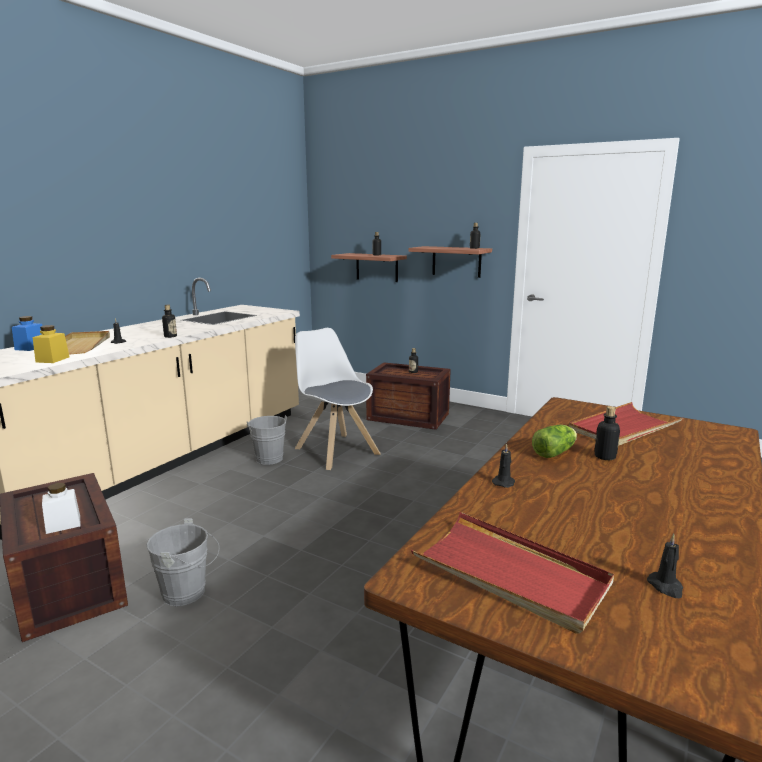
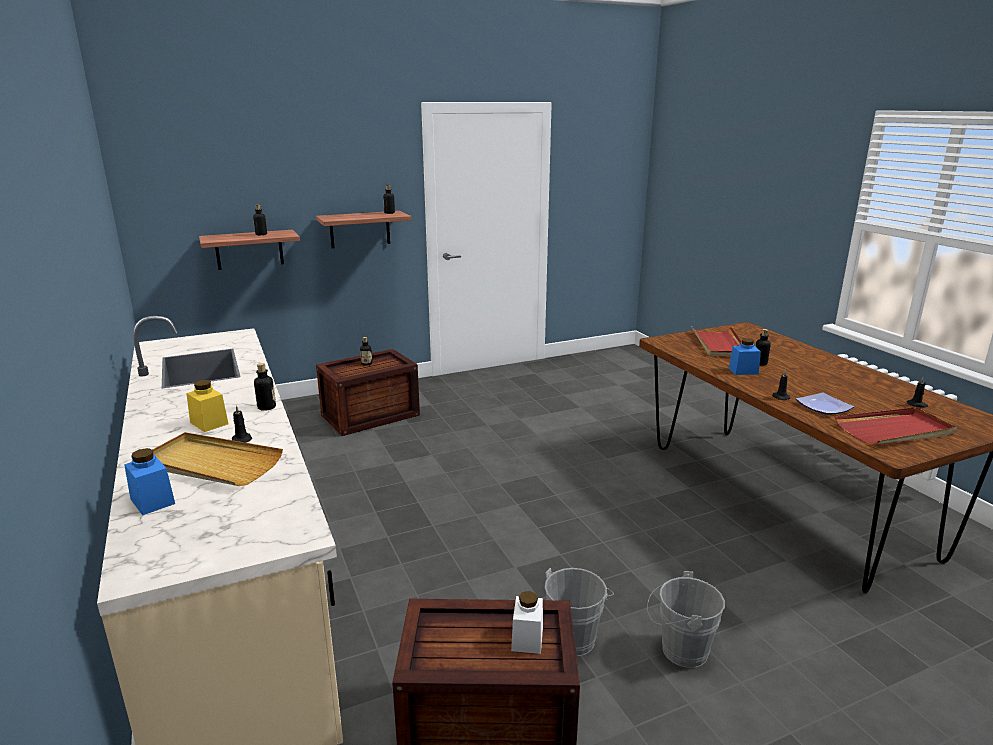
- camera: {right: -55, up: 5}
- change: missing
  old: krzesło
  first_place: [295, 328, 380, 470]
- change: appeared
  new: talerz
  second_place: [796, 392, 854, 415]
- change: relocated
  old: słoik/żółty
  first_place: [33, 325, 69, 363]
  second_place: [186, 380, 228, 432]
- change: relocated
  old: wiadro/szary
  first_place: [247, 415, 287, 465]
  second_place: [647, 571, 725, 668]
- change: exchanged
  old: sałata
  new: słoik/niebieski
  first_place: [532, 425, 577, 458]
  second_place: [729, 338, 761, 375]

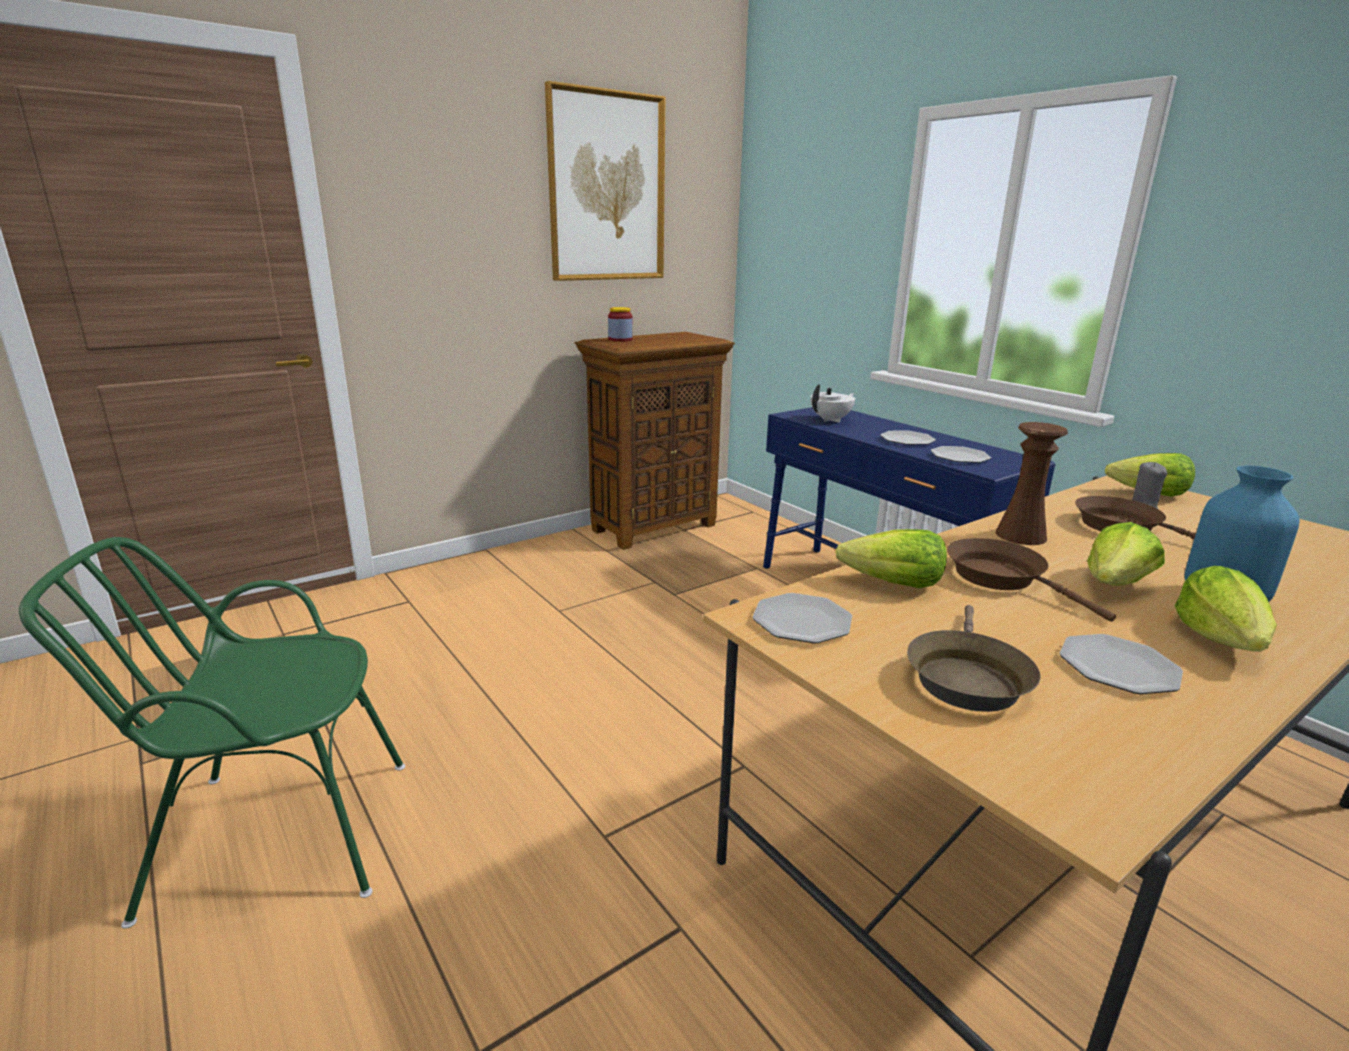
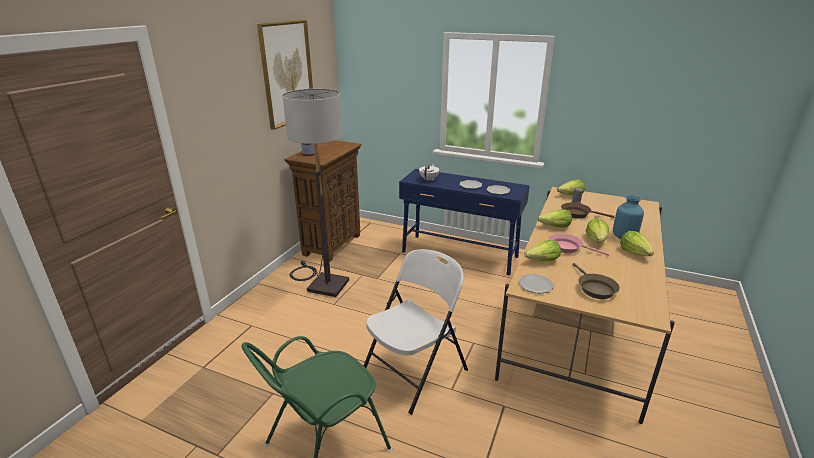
- camera: {right: -30, up: 5}
- change: missing
  old: talerz
  first_place: [1059, 634, 1183, 694]
- change: appeared
  new: lampa stojąca
  second_place: [282, 89, 349, 297]
- change: appeared
  new: krzesło/biały
  second_place: [364, 249, 468, 415]
- change: exchanged
  old: wazon/brązowy
  new: sałata
  first_place: [996, 422, 1068, 545]
  second_place: [537, 209, 572, 228]
- change: colour
  old: patelnia/brązowy
  new: patelnia/różowy
  first_place: [947, 538, 1116, 622]
  second_place: [548, 233, 610, 256]

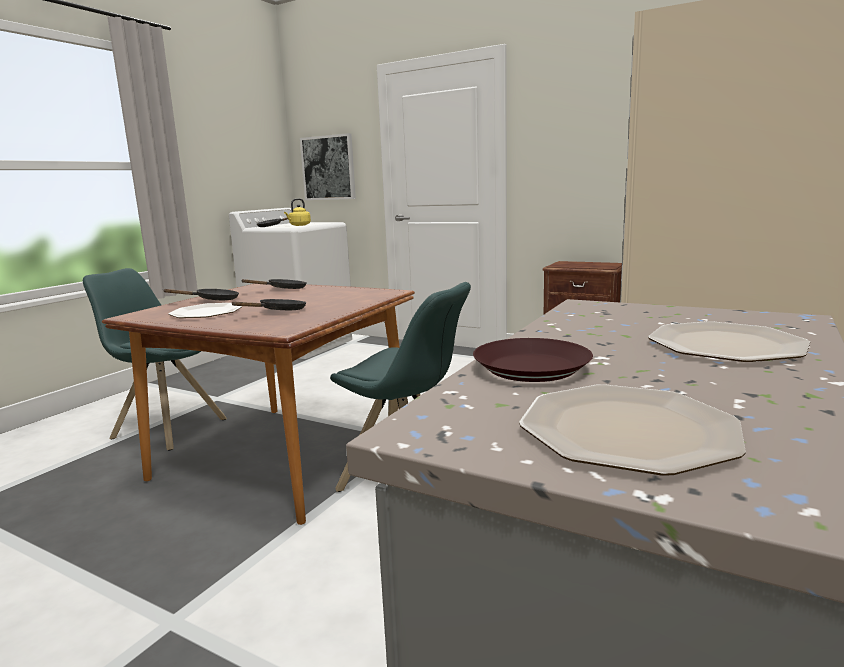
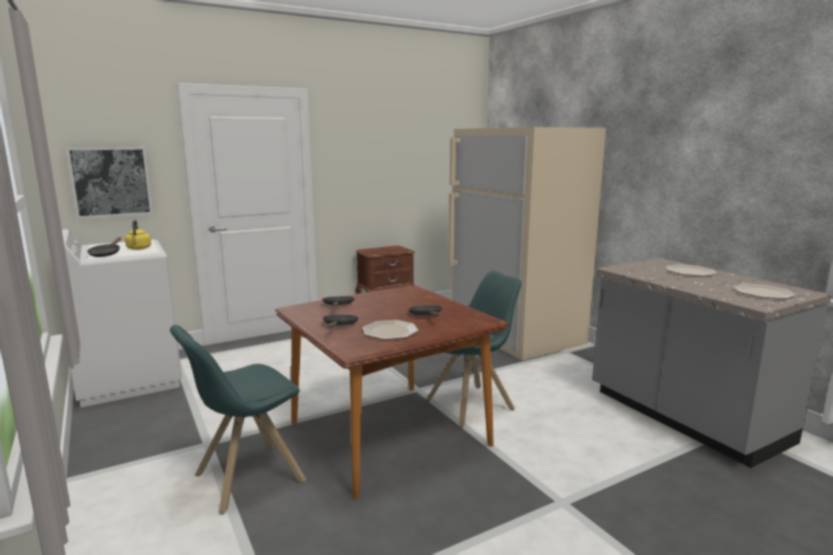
- camera: {right: -60, up: 0}
- change: missing
  old: talerz/brązowy
  first_place: [473, 338, 593, 382]

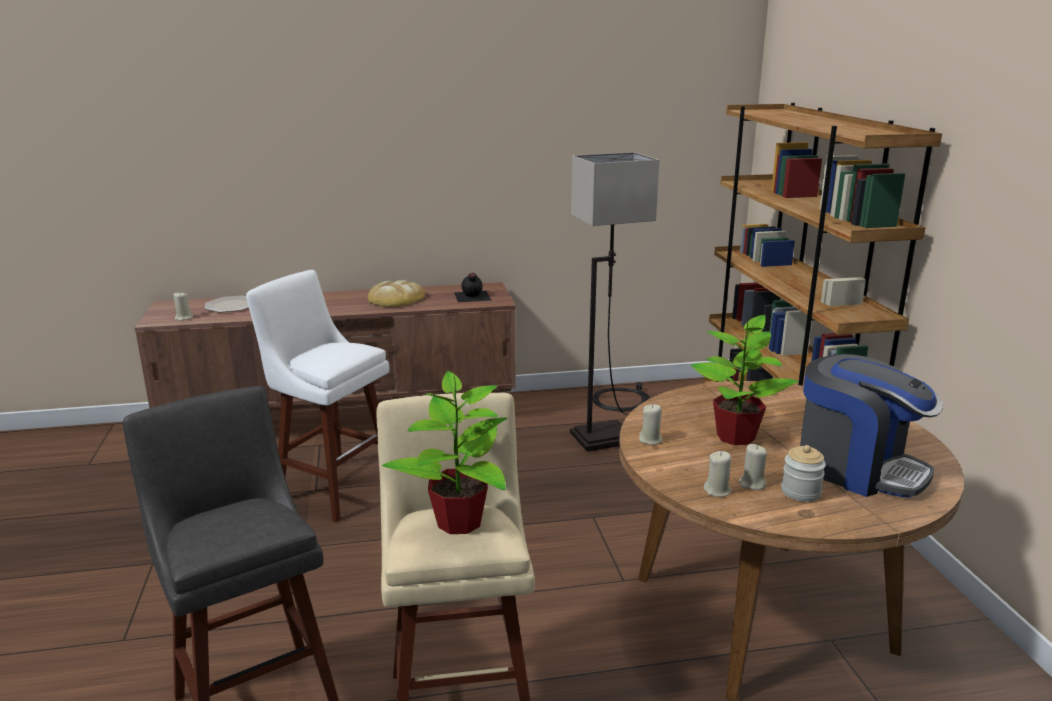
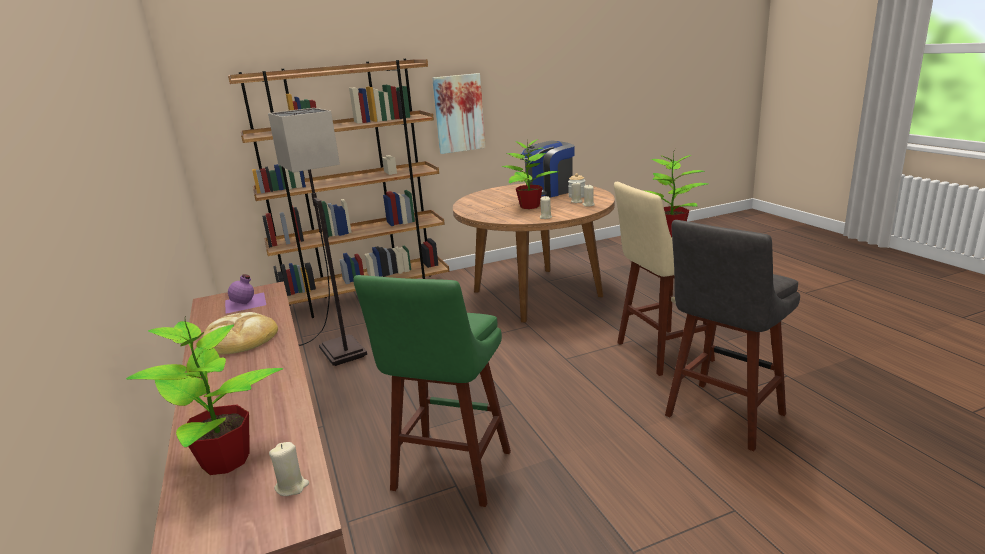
- camera: {right: -100, up: 0}
- change: appeared
  new: obraz
  second_place: [432, 73, 486, 154]
- change: exchanged
  old: talerz
  new: roślina doniczkowa
  first_place: [204, 296, 249, 312]
  second_place: [126, 315, 283, 475]
- change: colour
  old: stołek/biały
  new: stołek/zielony
  first_place: [246, 270, 390, 523]
  second_place: [353, 275, 511, 507]
- change: colour
  old: butelka/czarny
  new: butelka/fioletowy
  first_place: [454, 272, 491, 302]
  second_place: [225, 274, 266, 314]
- change: spun
  old: ekspres do kawy
  first_place: [800, 354, 943, 497]
  second_place: [520, 140, 575, 197]
  degrees: -150

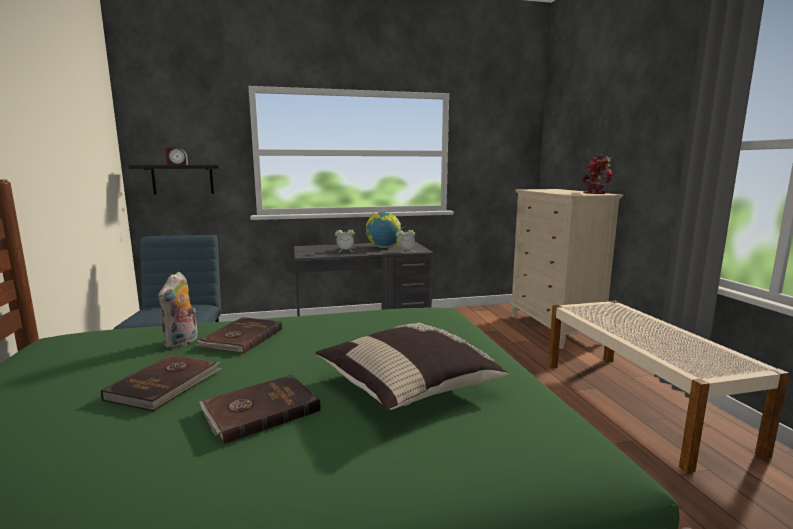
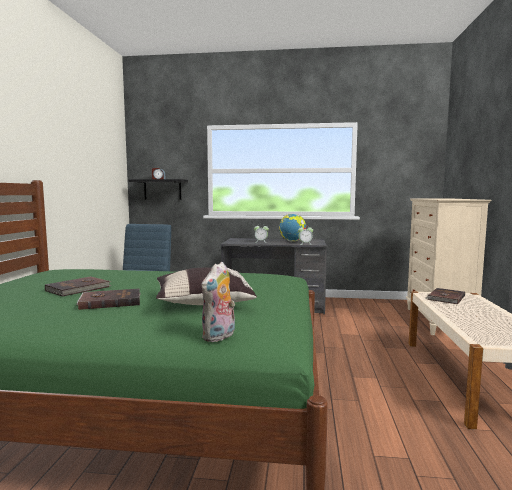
- camera: {right: 20, up: -5}
- change: missing
  old: robot zabawkowy
  first_place: [583, 153, 614, 194]
- change: relocated
  old: pluszak
  first_place: [158, 272, 198, 349]
  second_place: [201, 262, 235, 342]
- change: relocated
  old: książka/brązowy
  first_place: [196, 317, 282, 354]
  second_place: [426, 288, 465, 304]

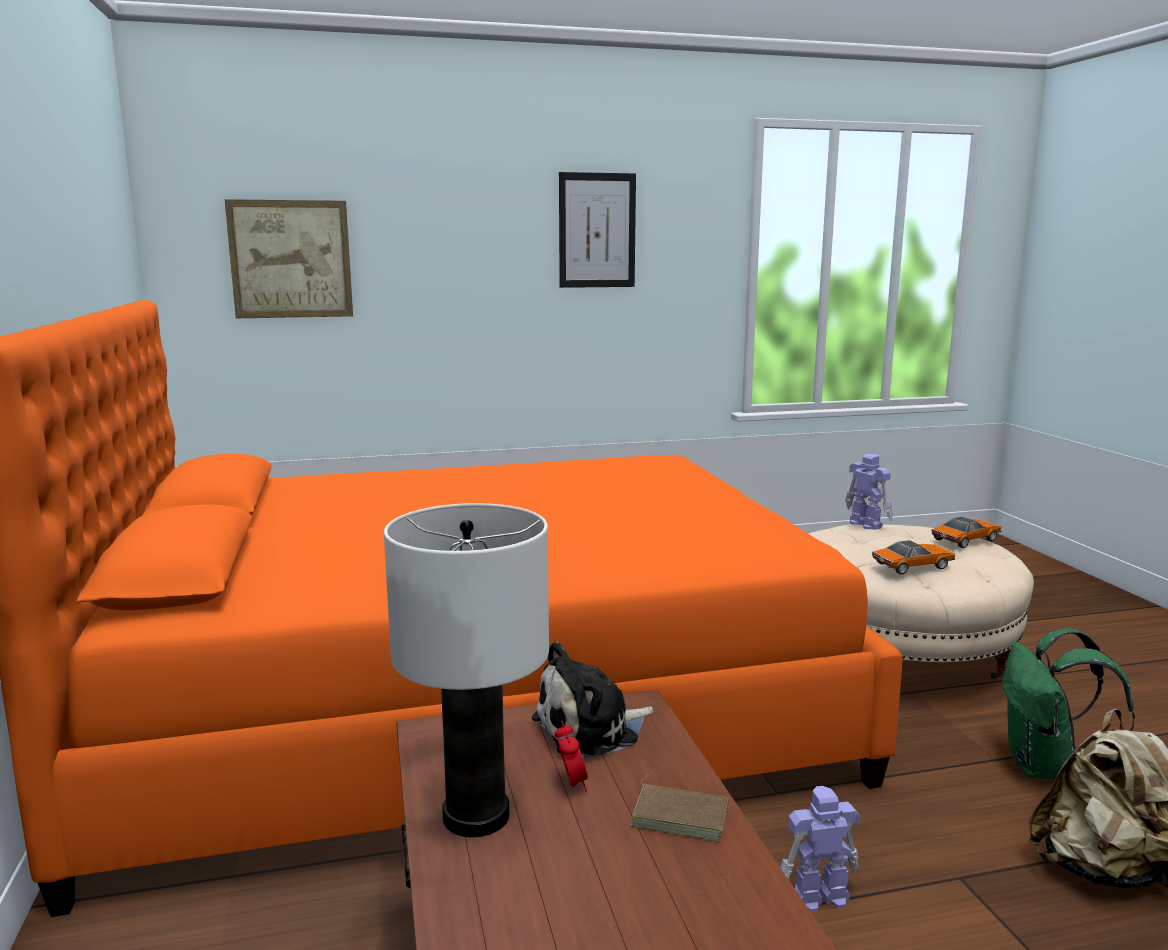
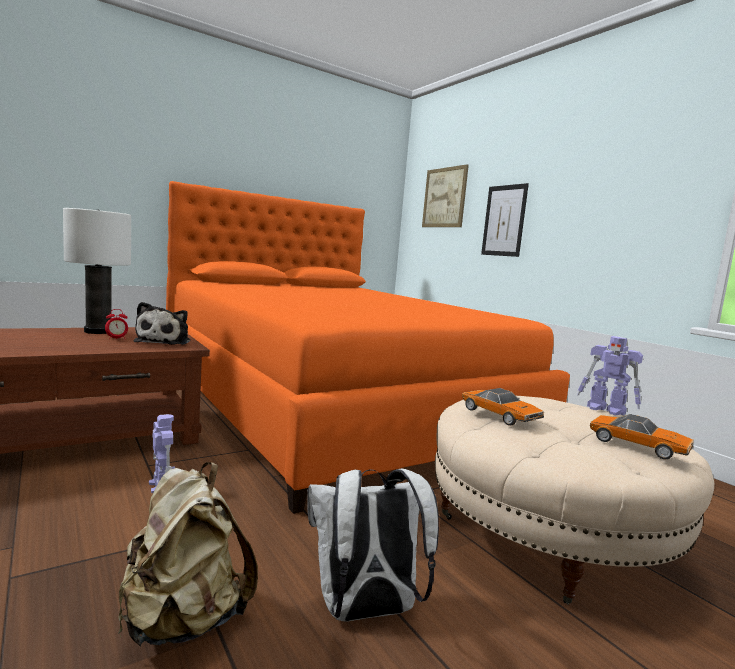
- camera: {right: 70, up: -5}
- change: missing
  old: książka/brązowy
  first_place: [630, 774, 729, 842]
- change: relocated
  old: obraz
  first_place: [559, 172, 636, 288]
  second_place: [481, 183, 529, 257]
- change: colour
  old: plecak/zielony
  new: plecak/biały
  first_place: [1002, 628, 1135, 779]
  second_place: [308, 468, 439, 622]
- change: spun
  old: pluszak
  first_place: [532, 641, 653, 759]
  second_place: [134, 302, 191, 345]
  degrees: -135
- change: spun
  old: robot zabawkowy
  first_place: [845, 454, 893, 530]
  second_place: [577, 336, 643, 415]
  degrees: 90

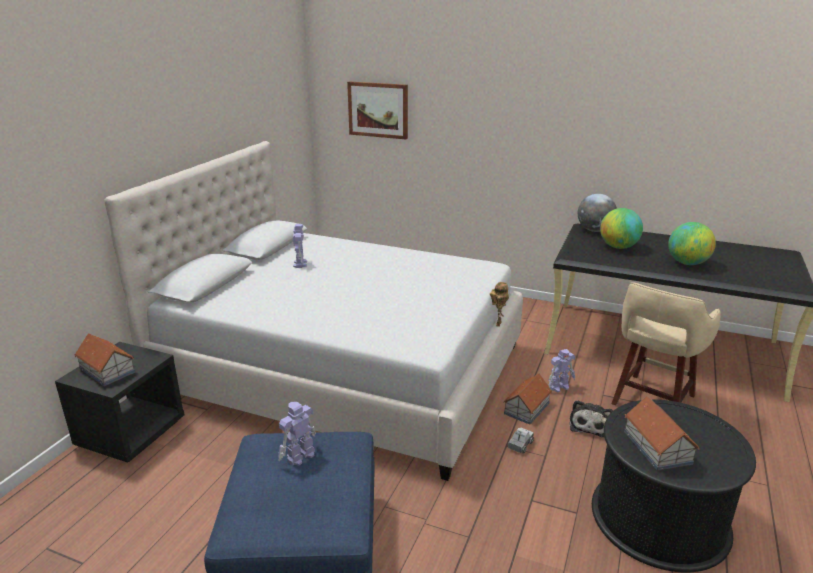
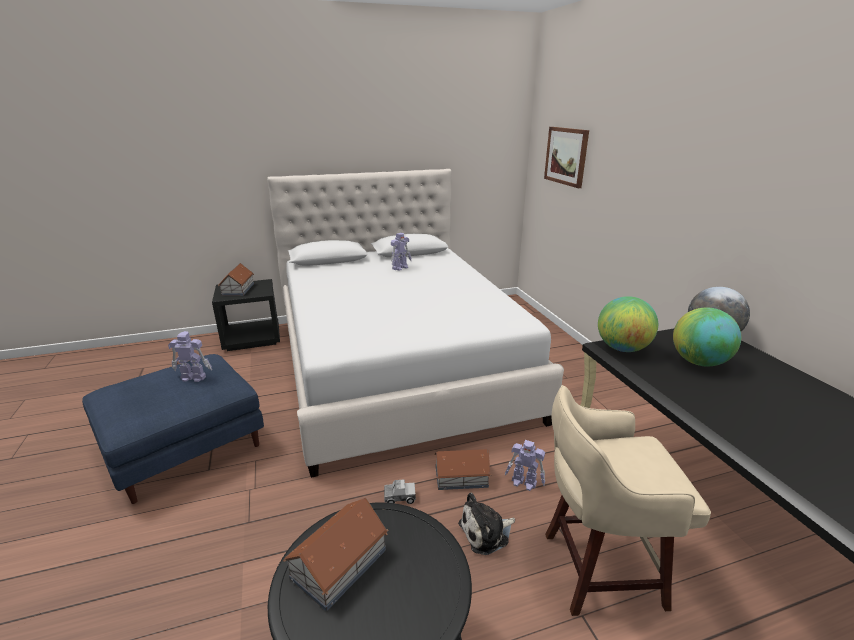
- camera: {right: 50, up: 0}
- change: missing
  old: robot zabawkowy
  first_place: [490, 282, 509, 327]
- change: relocated
  old: globus
  first_place: [668, 222, 716, 265]
  second_place: [598, 296, 658, 352]

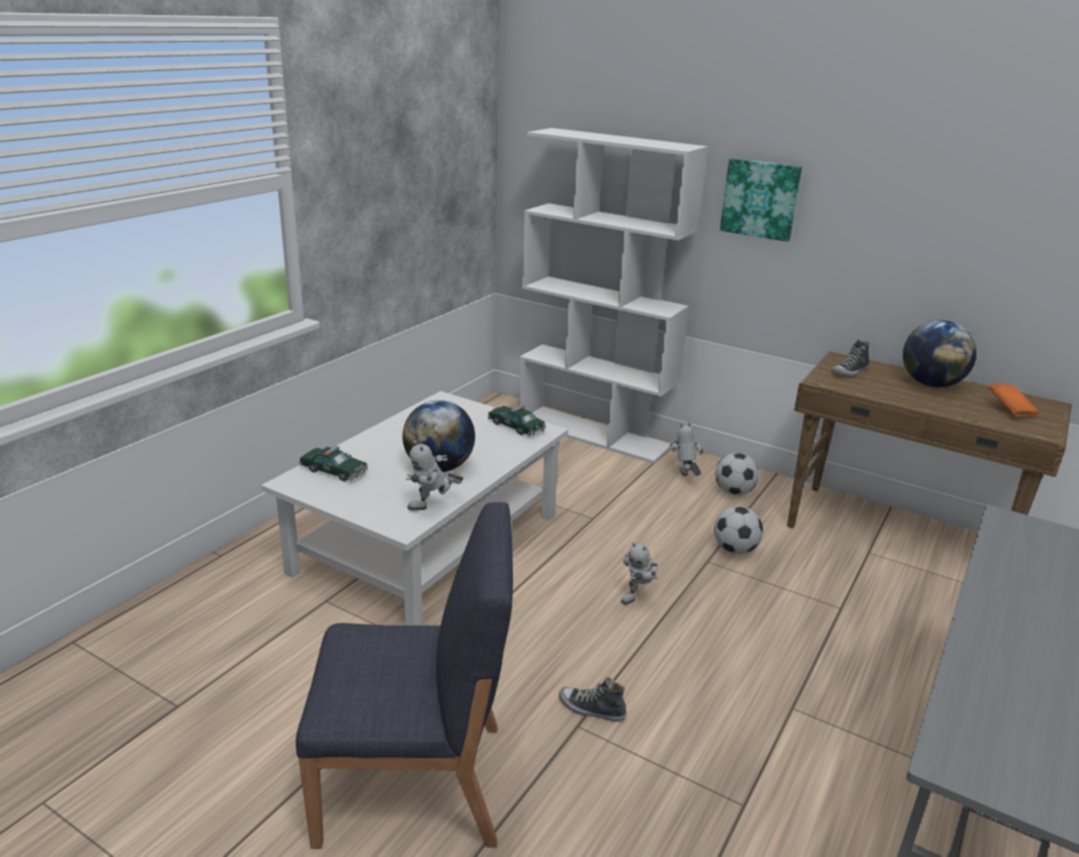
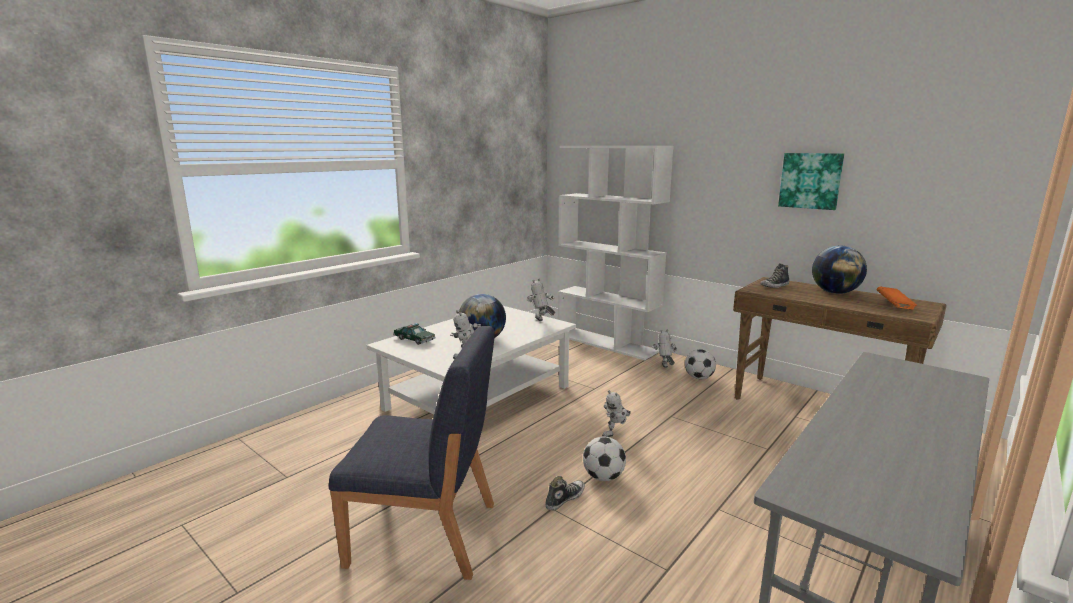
- camera: {right: 10, up: -10}
- change: relocated
  old: piłka futbolowa
  first_place: [714, 506, 763, 554]
  second_place: [583, 436, 626, 481]
- change: relocated
  old: obraz
  first_place: [720, 158, 802, 242]
  second_place: [778, 153, 844, 210]
- change: exchanged
  old: samochodzik
  new: robot zabawkowy
  first_place: [488, 405, 546, 436]
  second_place: [527, 279, 555, 321]
- change: spun
  old: but
  first_place: [559, 677, 626, 722]
  second_place: [546, 476, 585, 511]
  degrees: 105

